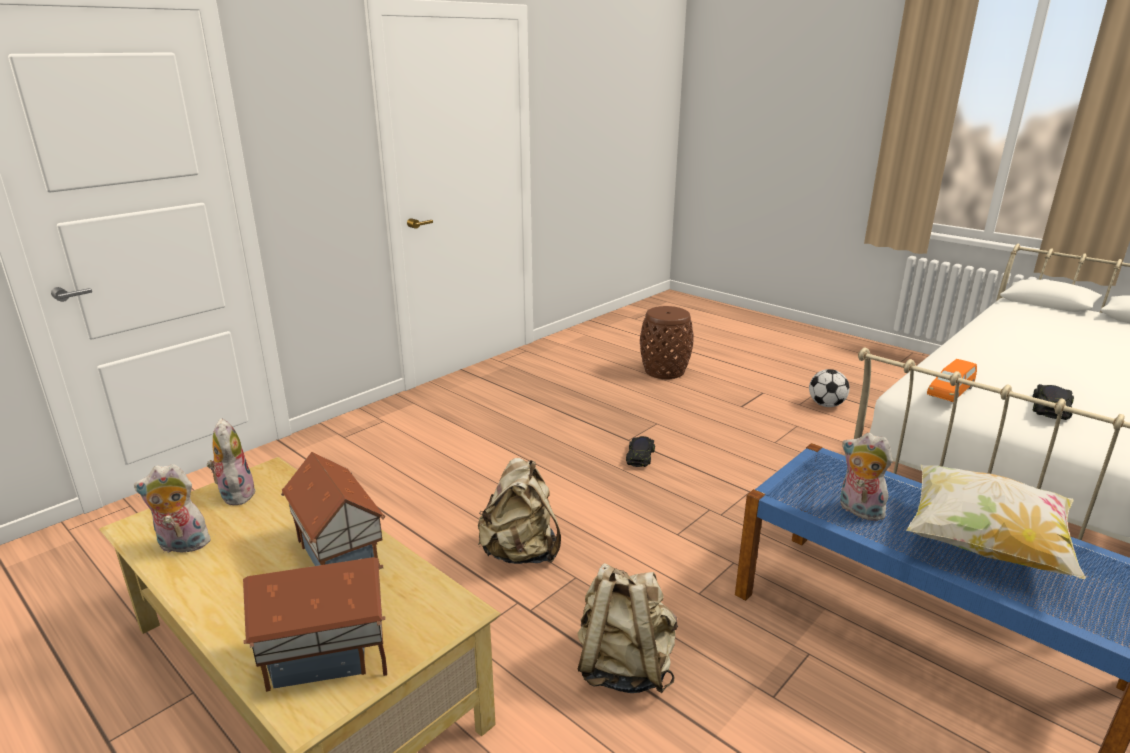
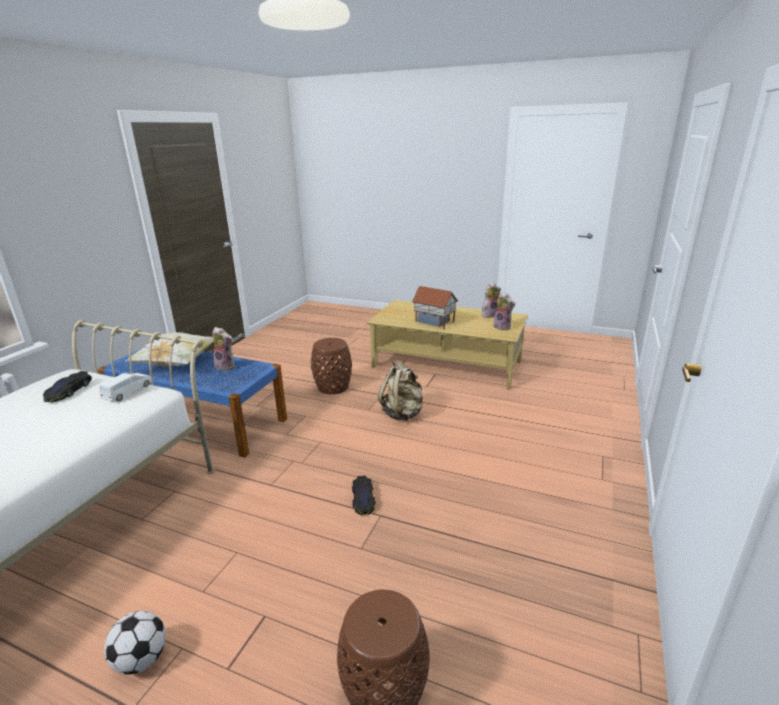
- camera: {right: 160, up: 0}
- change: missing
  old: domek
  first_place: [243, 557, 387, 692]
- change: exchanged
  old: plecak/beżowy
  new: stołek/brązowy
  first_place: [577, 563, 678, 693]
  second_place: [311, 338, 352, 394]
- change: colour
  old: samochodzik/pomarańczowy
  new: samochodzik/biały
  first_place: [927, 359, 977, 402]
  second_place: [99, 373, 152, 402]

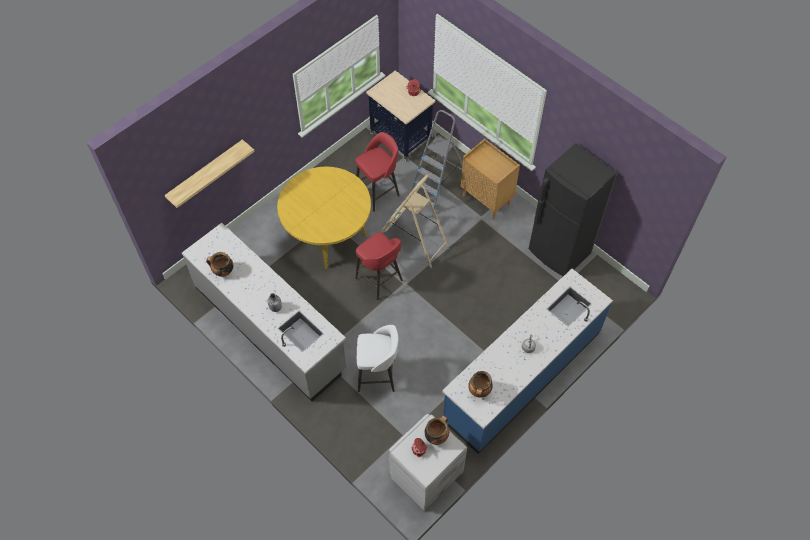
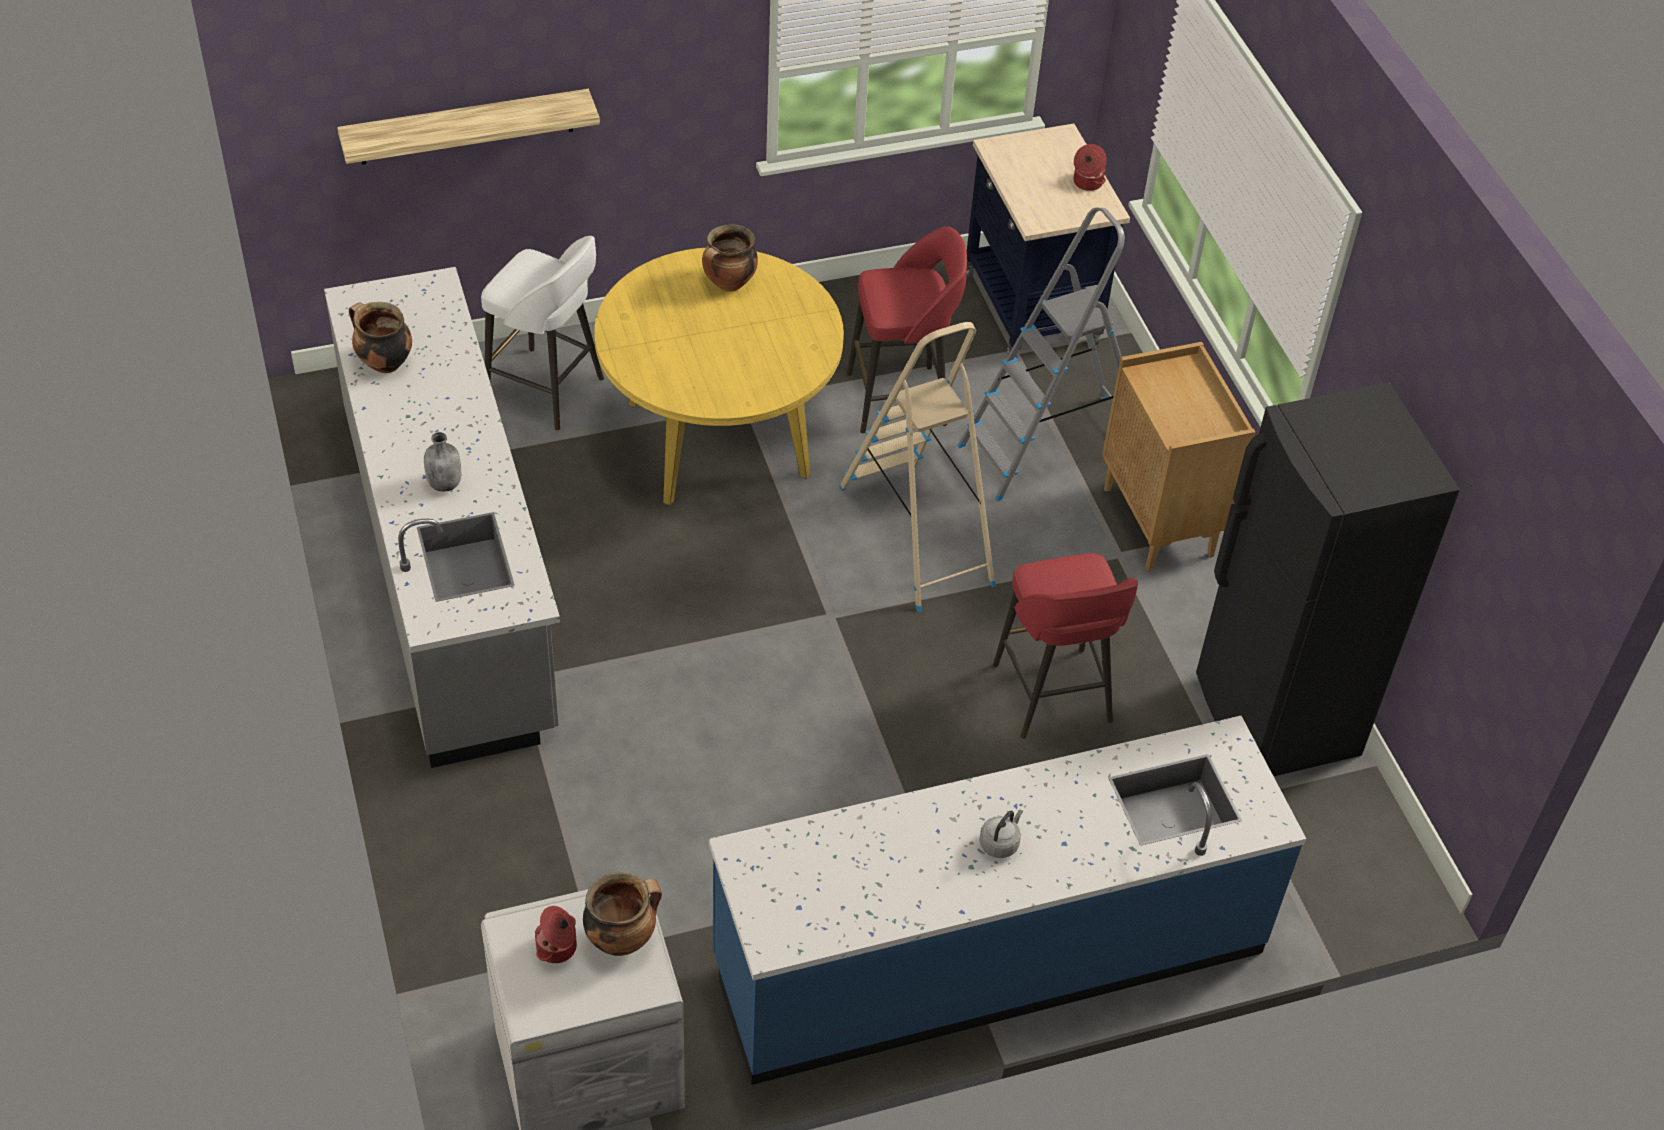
- camera: {right: 25, up: -10}
- change: relocated
  old: stołek/czerwony
  first_place: [355, 232, 403, 300]
  second_place: [993, 553, 1138, 739]
- change: relocated
  old: stołek/biały
  first_place: [357, 325, 398, 392]
  second_place: [481, 236, 604, 431]
- change: relocated
  old: garnek
  first_place: [468, 371, 493, 398]
  second_place: [702, 224, 758, 291]

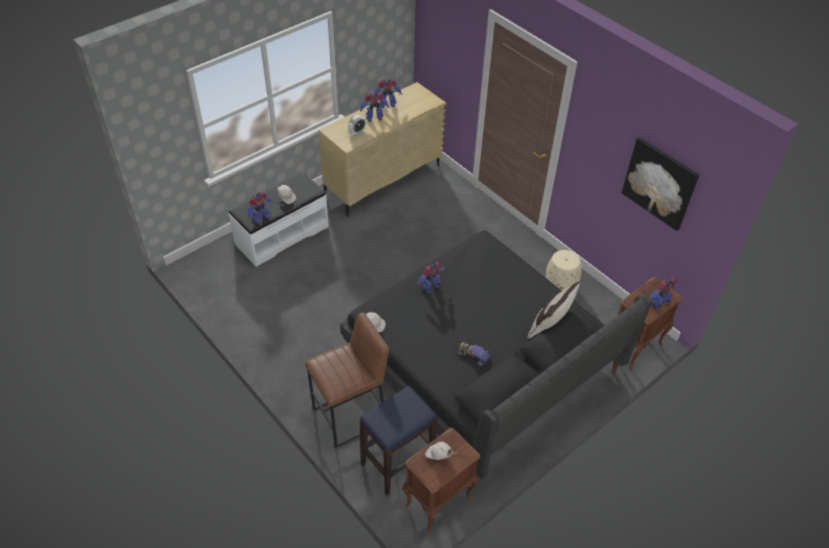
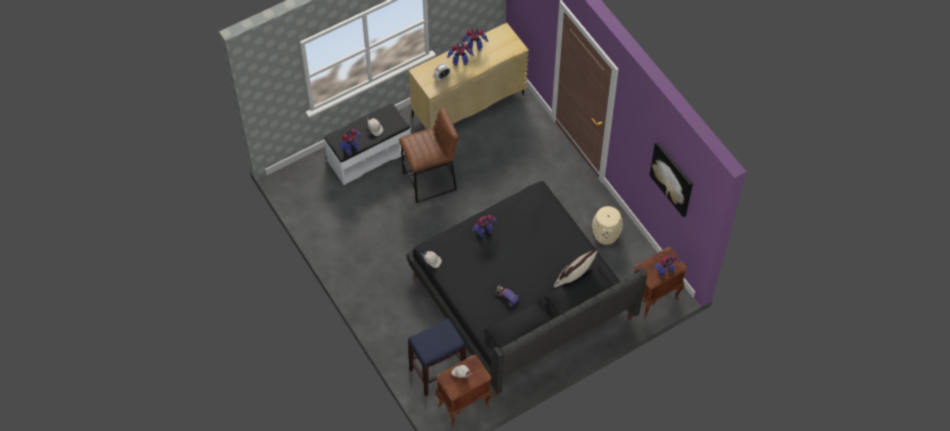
- camera: {right: 10, up: 10}
- change: relocated
  old: stołek/brązowy
  first_place: [305, 312, 389, 448]
  second_place: [399, 108, 458, 203]

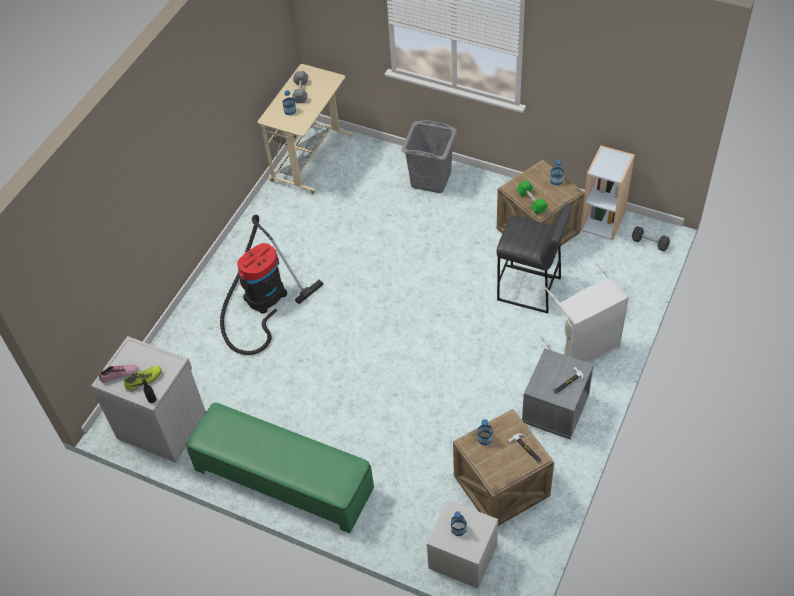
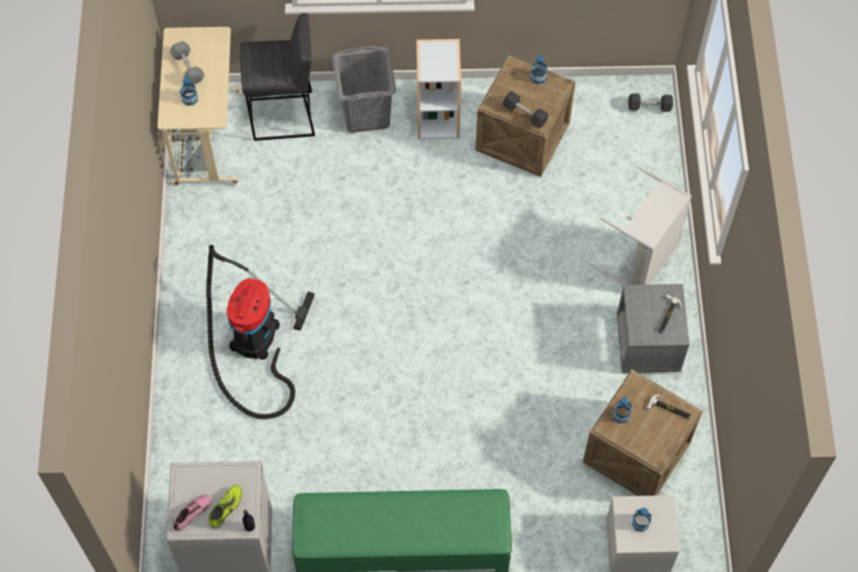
- camera: {right: -30, up: 10}
- change: relocated
  old: stołek/szary
  first_place: [497, 204, 572, 313]
  second_place: [240, 13, 315, 141]
- change: relocated
  old: regał
  first_place: [580, 145, 635, 240]
  second_place: [416, 39, 461, 139]
- change: colour
  old: hantel/zielony
  new: hantel/czarny
  first_place: [516, 180, 548, 215]
  second_place: [503, 91, 548, 128]

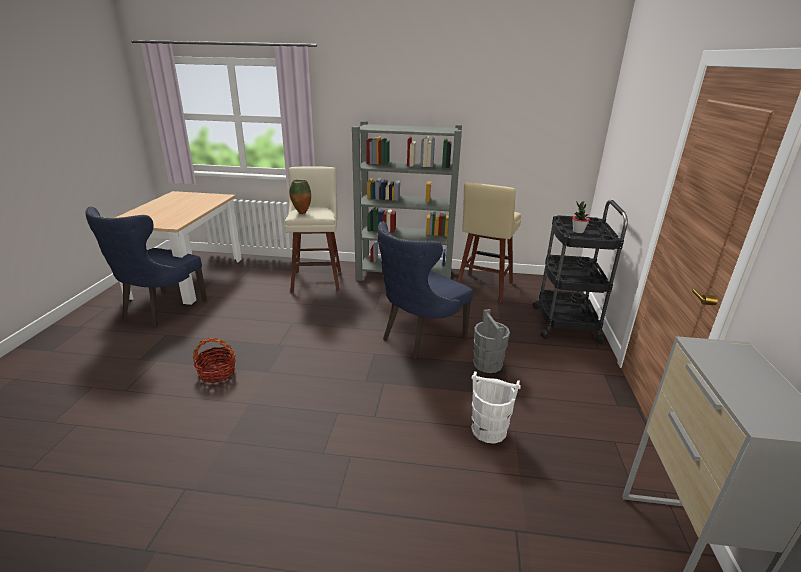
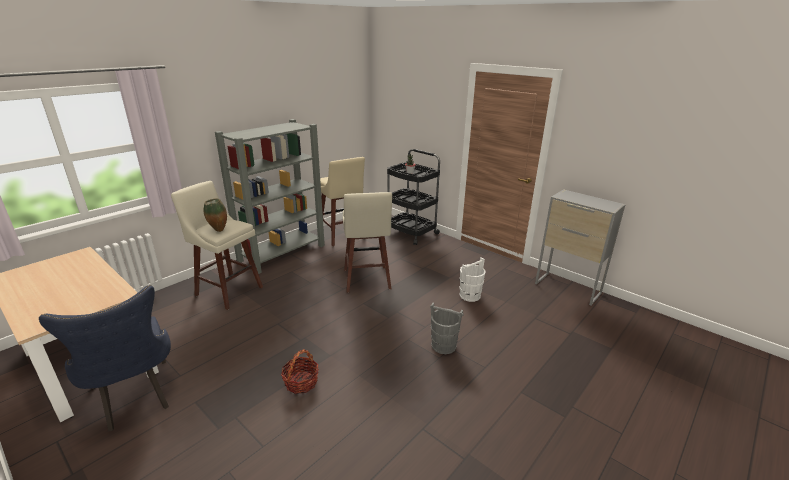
- camera: {right: -55, up: 0}
- change: relocated
  old: wiadro/szary
  first_place: [473, 309, 510, 373]
  second_place: [430, 303, 464, 354]
- change: exchanged
  old: krzesło/niebieski
  new: stołek/beżowy
  first_place: [377, 222, 473, 359]
  second_place: [343, 192, 392, 293]

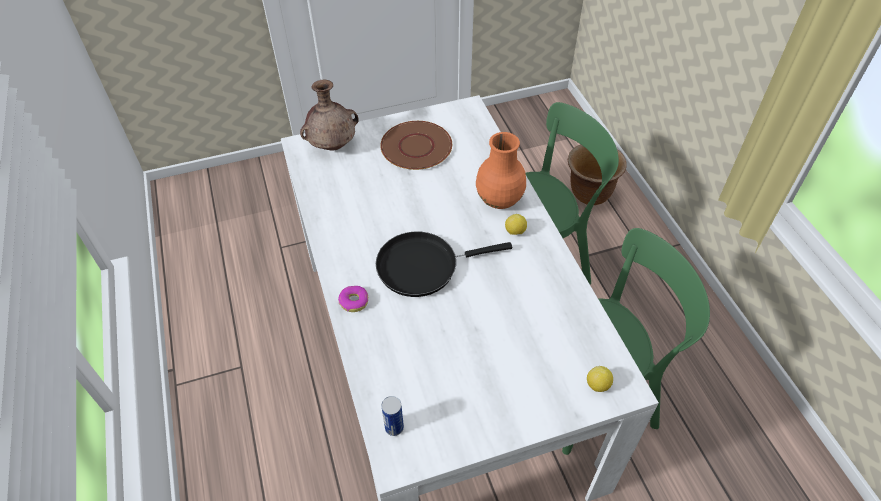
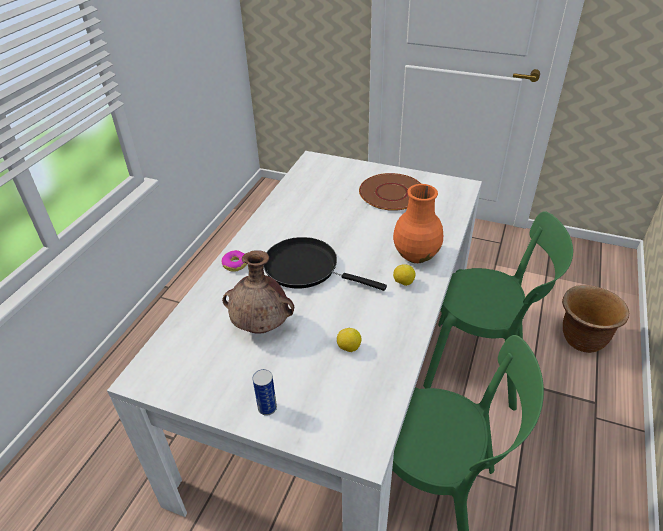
- camera: {right: 40, up: -10}
- change: relocated
  old: wazon/brązowy
  first_place: [300, 80, 359, 151]
  second_place: [222, 250, 294, 334]
- change: relocated
  old: puszka
  first_place: [381, 396, 404, 436]
  second_place: [252, 369, 277, 416]
- change: relocated
  old: cytryna
  first_place: [587, 366, 613, 392]
  second_place: [337, 328, 361, 352]

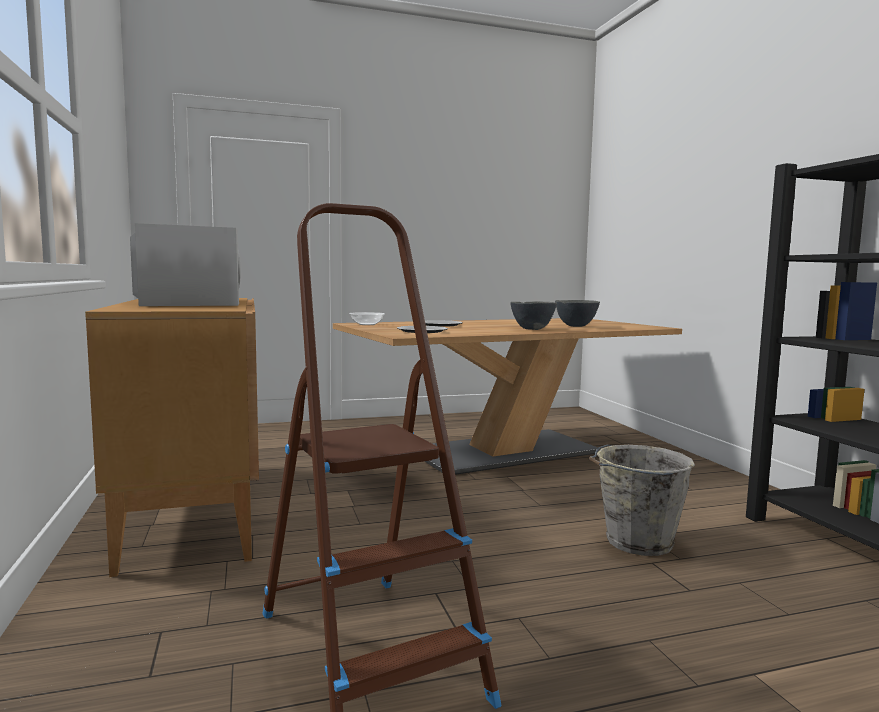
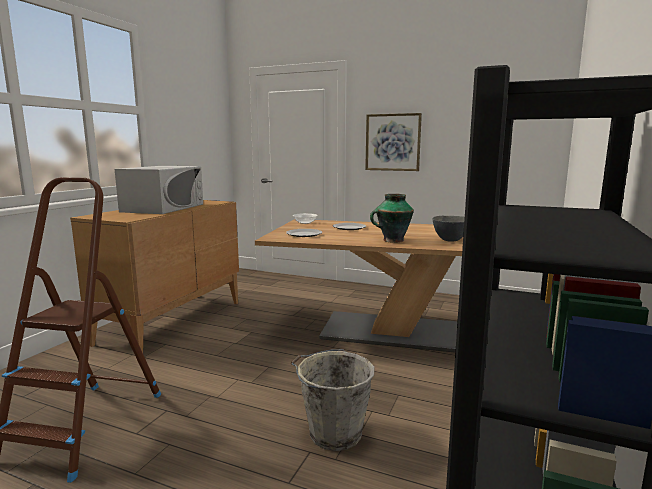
- camera: {right: 40, up: 5}
- change: appeared
  new: obraz
  second_place: [365, 113, 422, 171]
- change: exchanged
  old: miska/szary
  new: wazon
  first_place: [510, 301, 557, 330]
  second_place: [370, 194, 414, 243]

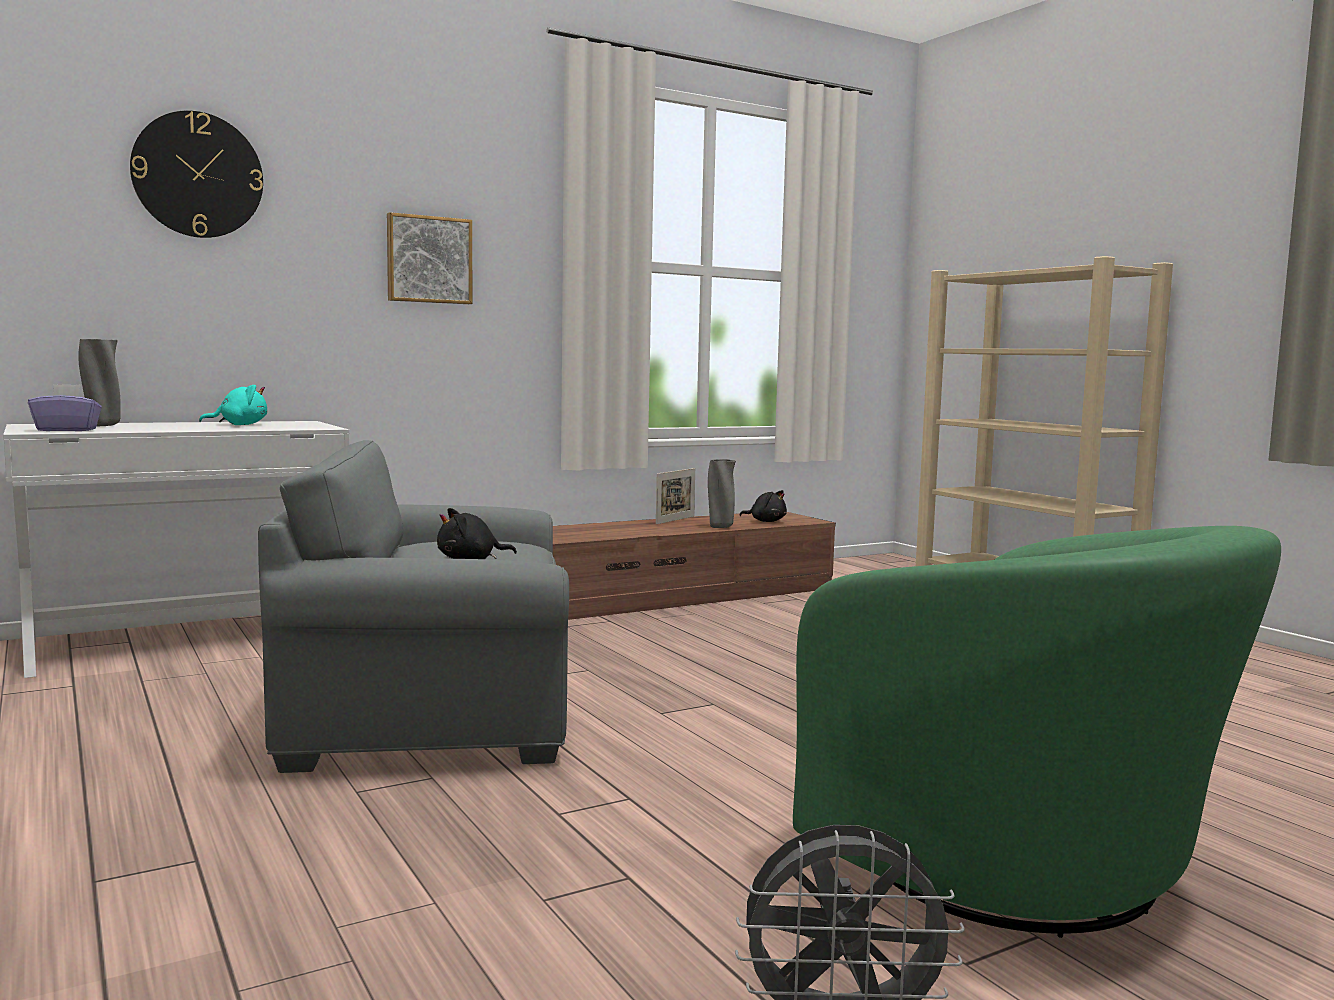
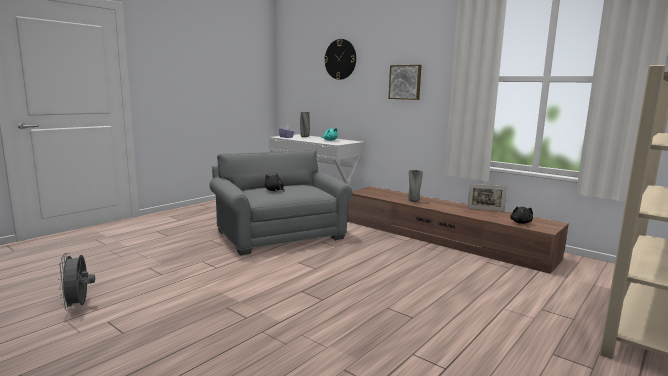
- camera: {right: 70, up: 5}
- change: missing
  old: fotel/zielony
  first_place: [793, 526, 1281, 938]
- change: relocated
  old: wazon/szary
  first_place: [708, 459, 736, 528]
  second_place: [408, 170, 423, 202]

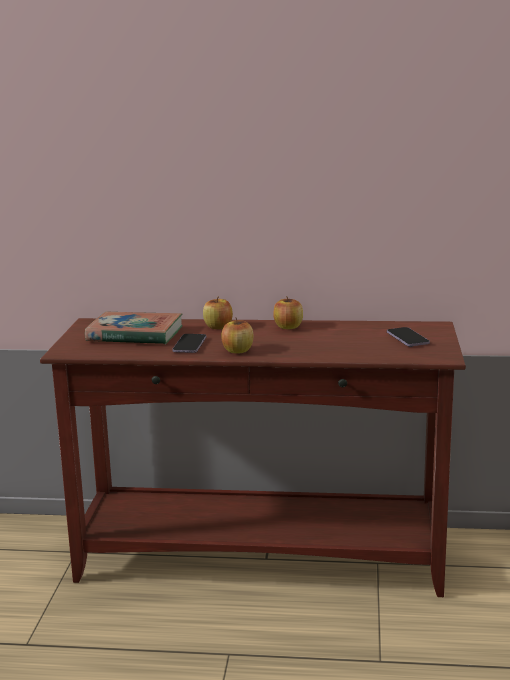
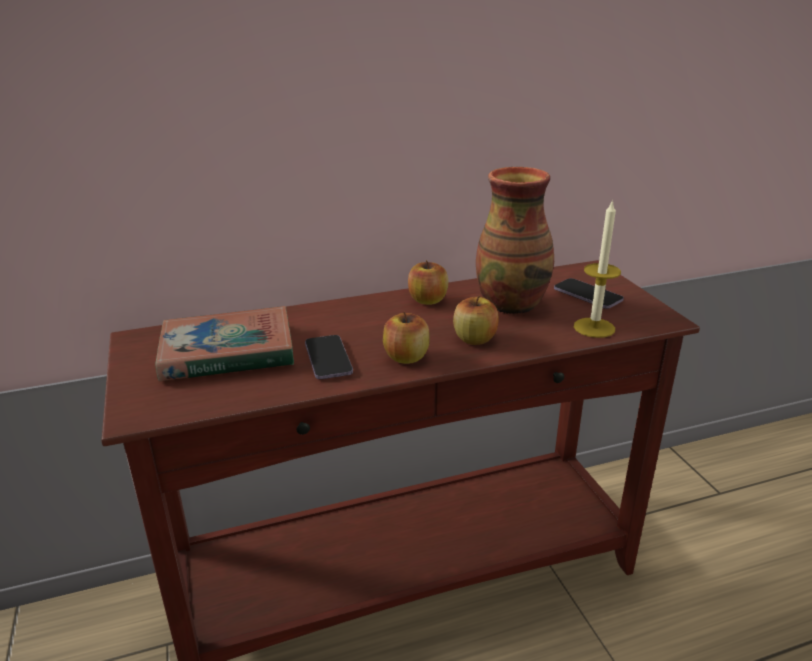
- camera: {right: -25, up: 10}
- change: appeared
  new: wazon
  second_place: [476, 167, 554, 314]
- change: appeared
  new: świeca
  second_place: [574, 199, 621, 338]
- change: relocated
  old: jabłko
  first_place: [203, 296, 233, 329]
  second_place: [453, 296, 499, 345]

